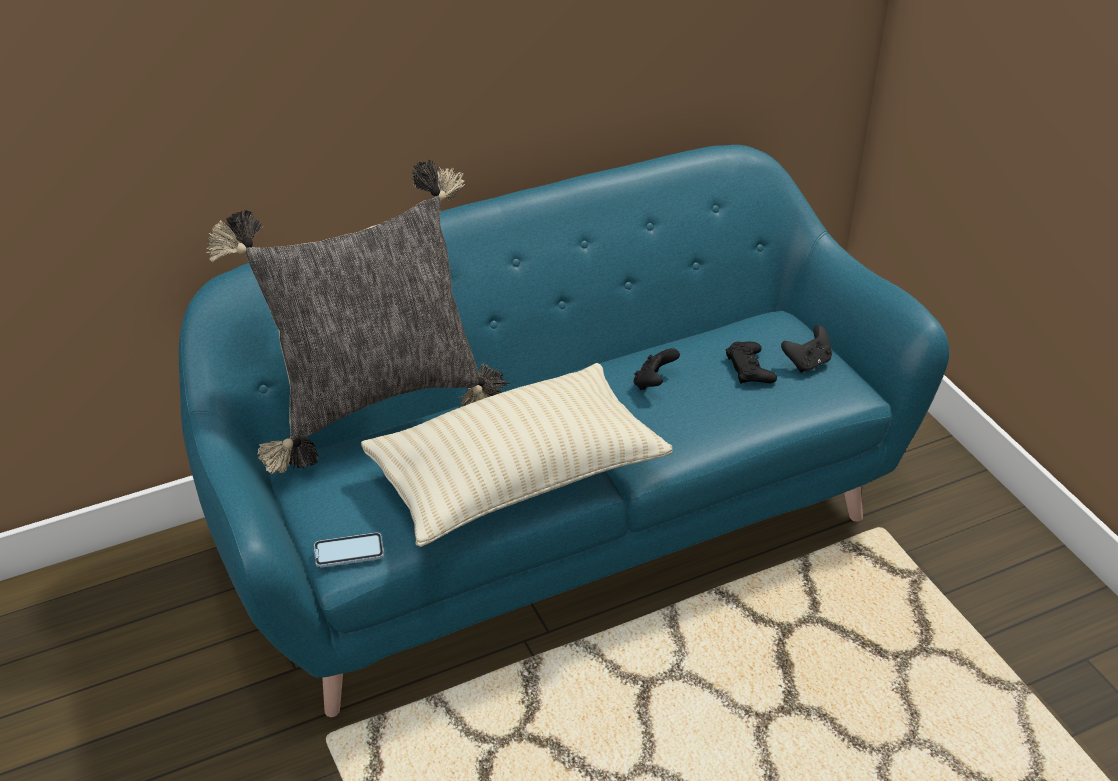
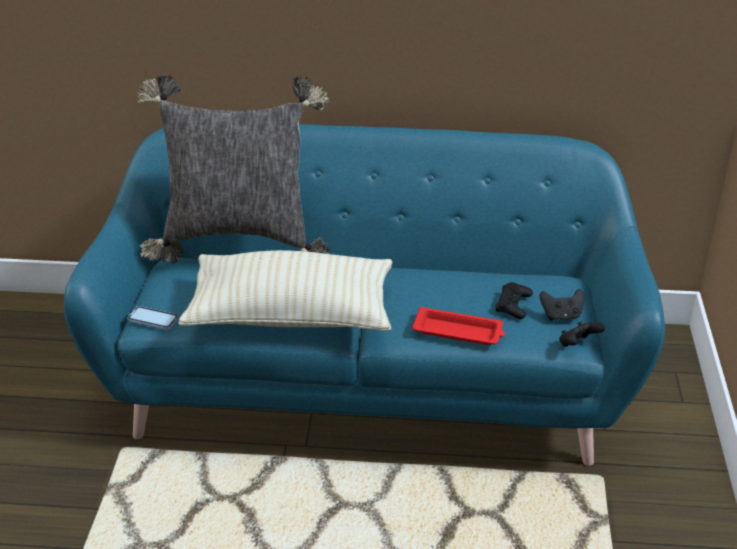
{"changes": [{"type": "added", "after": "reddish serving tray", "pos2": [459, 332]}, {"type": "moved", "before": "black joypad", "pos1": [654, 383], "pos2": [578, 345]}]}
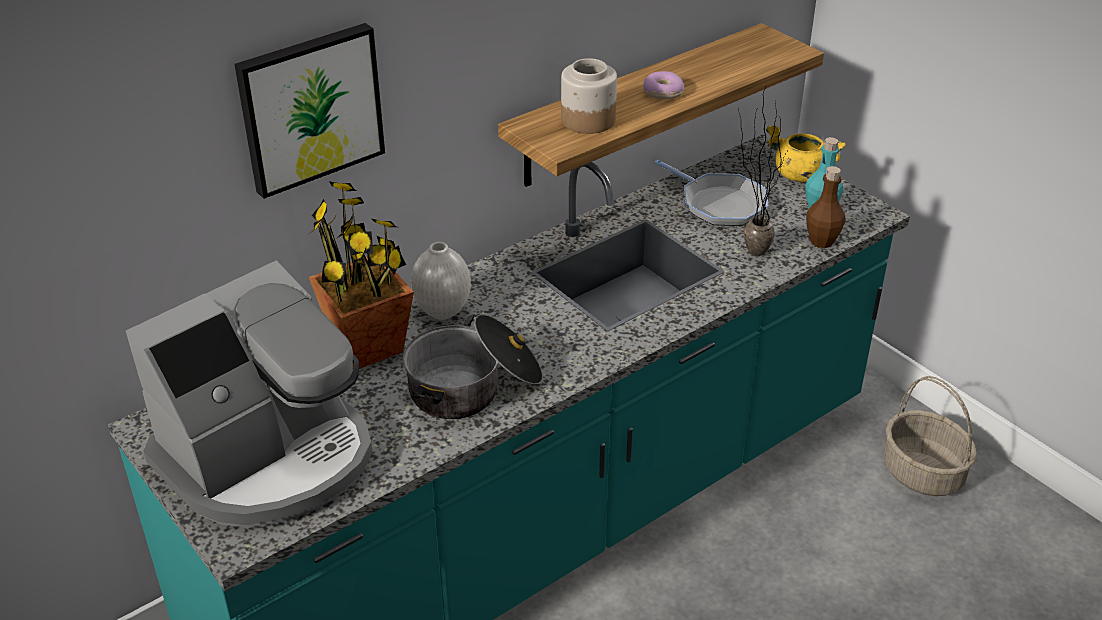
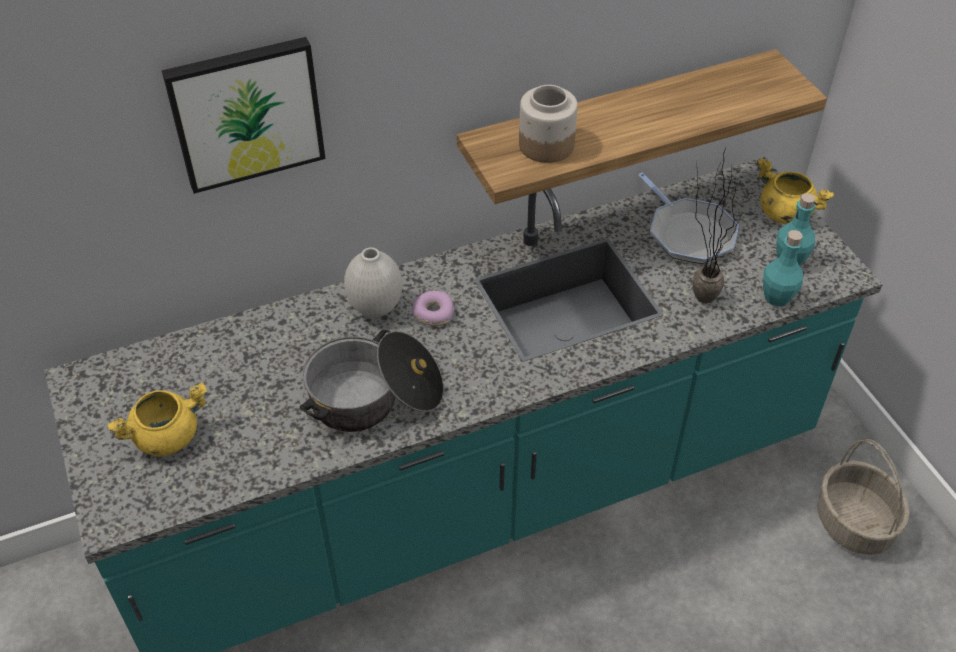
{"changes": [{"type": "removed", "before": "potted plant", "pos1": [369, 346]}, {"type": "moved", "before": "doughnut", "pos1": [662, 92], "pos2": [433, 313]}, {"type": "replaced", "before": "coffee machine", "after": "yellow stockpot", "pos1": [269, 458], "pos2": [167, 436]}, {"type": "recoloured", "before": "brownish beverage bottle", "after": "turquoise beverage bottle", "pos1": [821, 241], "pos2": [777, 297]}]}
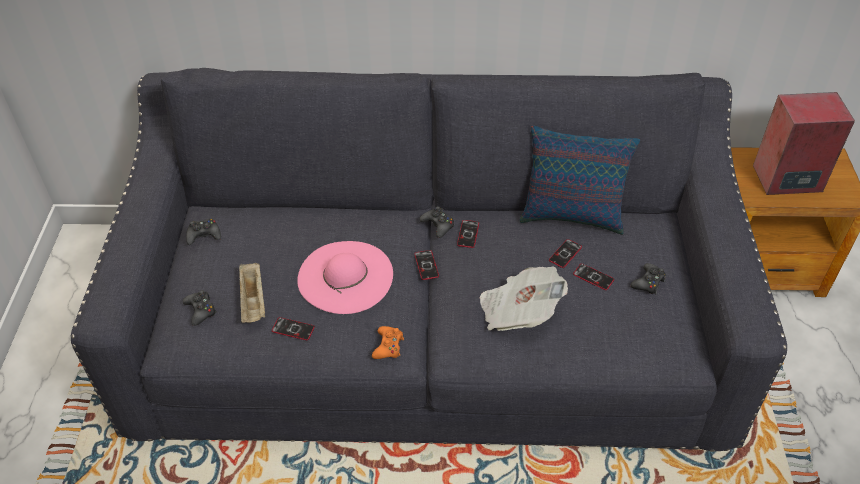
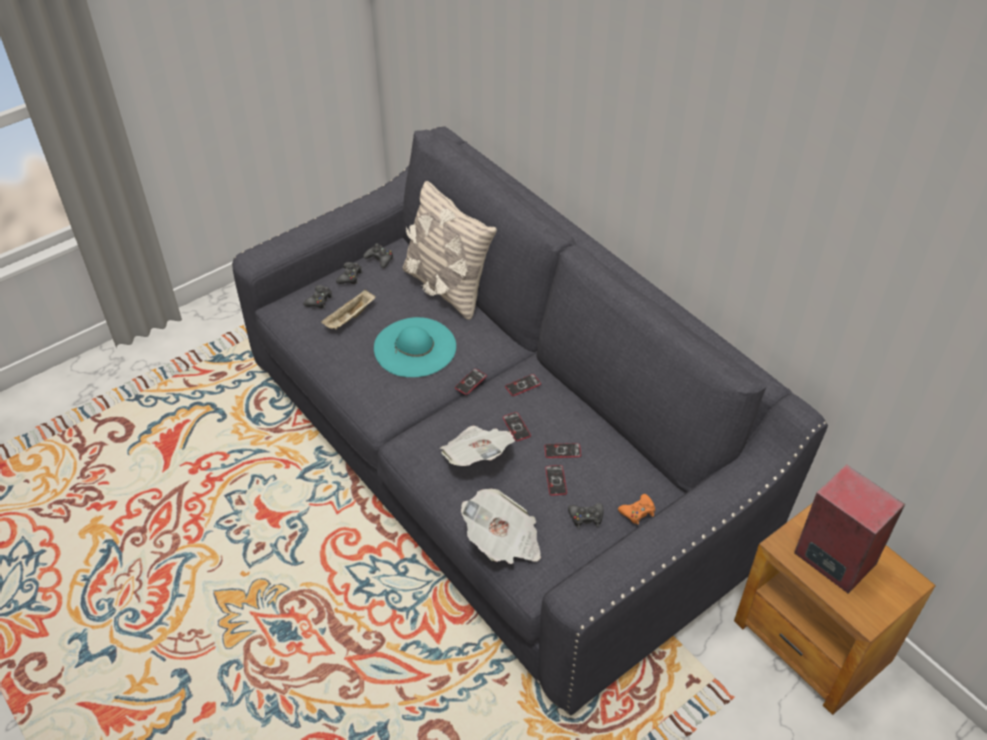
{"changes": [{"type": "removed", "before": "bluish pillow", "pos1": [572, 217]}, {"type": "added", "after": "beige pillow", "pos2": [446, 288]}, {"type": "added", "after": "printed paper", "pos2": [503, 541]}, {"type": "moved", "before": "telephone", "pos1": [293, 329], "pos2": [516, 427]}, {"type": "moved", "before": "orangey joypad", "pos1": [388, 346], "pos2": [638, 512]}, {"type": "moved", "before": "black joypad", "pos1": [438, 225], "pos2": [350, 277]}, {"type": "recoloured", "before": "pink wearable hat", "after": "turquoise wearable hat", "pos1": [345, 276], "pos2": [415, 347]}]}
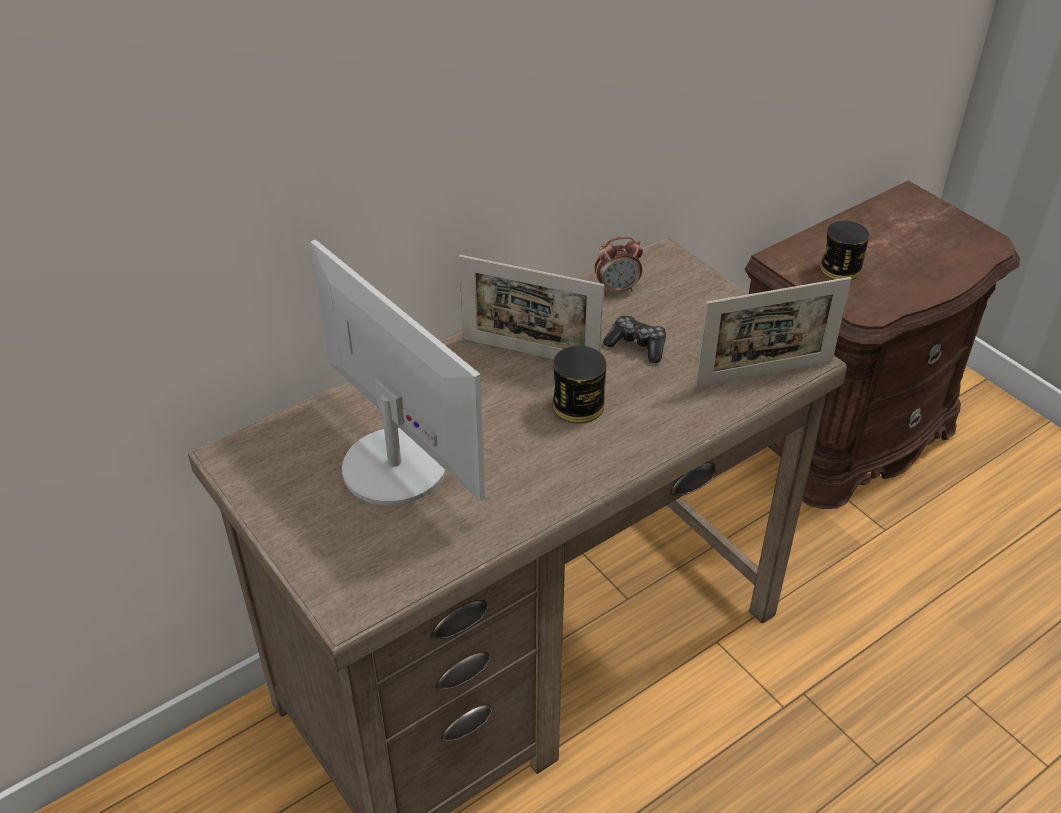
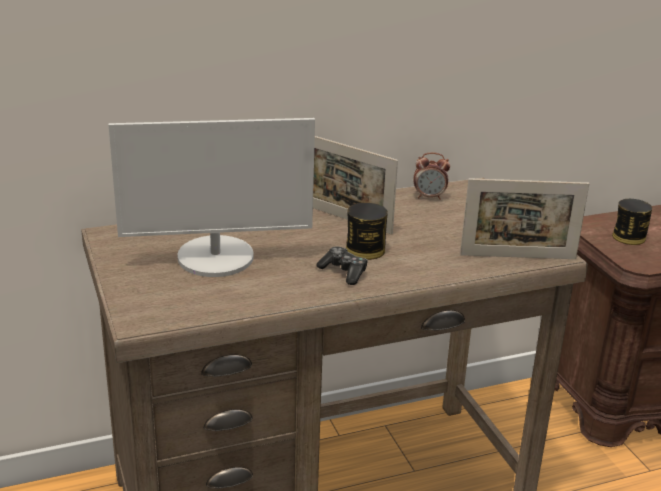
{"changes": [{"type": "moved", "before": "joypad", "pos1": [637, 345], "pos2": [344, 272]}, {"type": "turned", "before": "computer screen", "pos1": [396, 465], "pos2": [216, 258], "turn": 105}]}
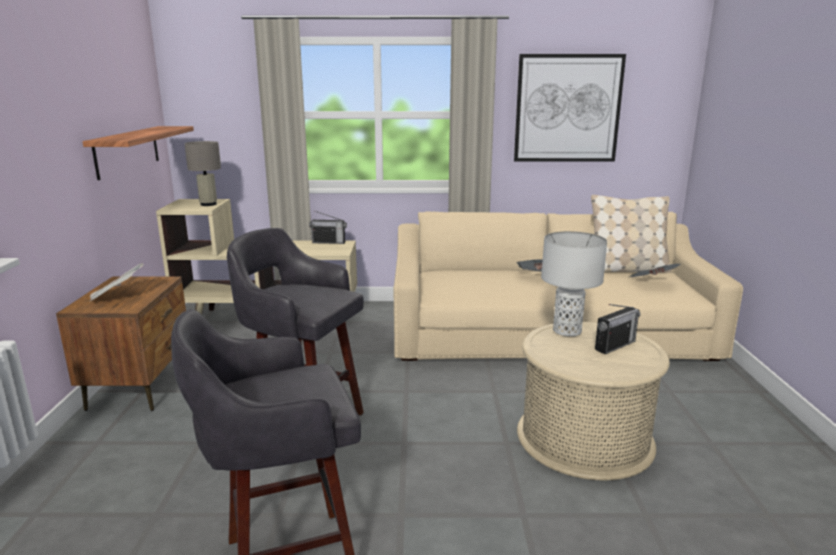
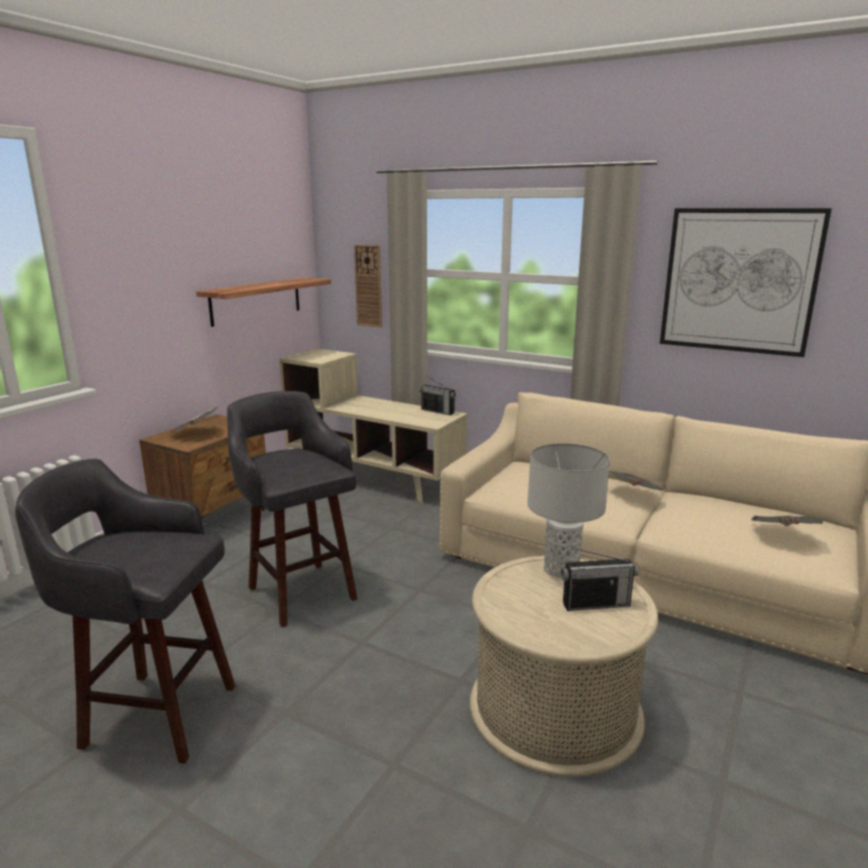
{"changes": [{"type": "removed", "before": "grey tabletop lamp", "pos1": [208, 204]}, {"type": "removed", "before": "beige pillow", "pos1": [627, 269]}, {"type": "added", "after": "clock on the wall", "pos2": [368, 286]}]}
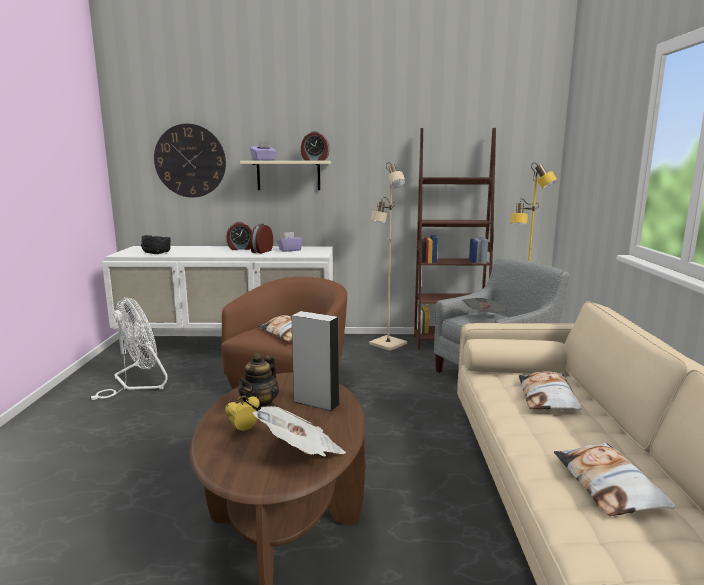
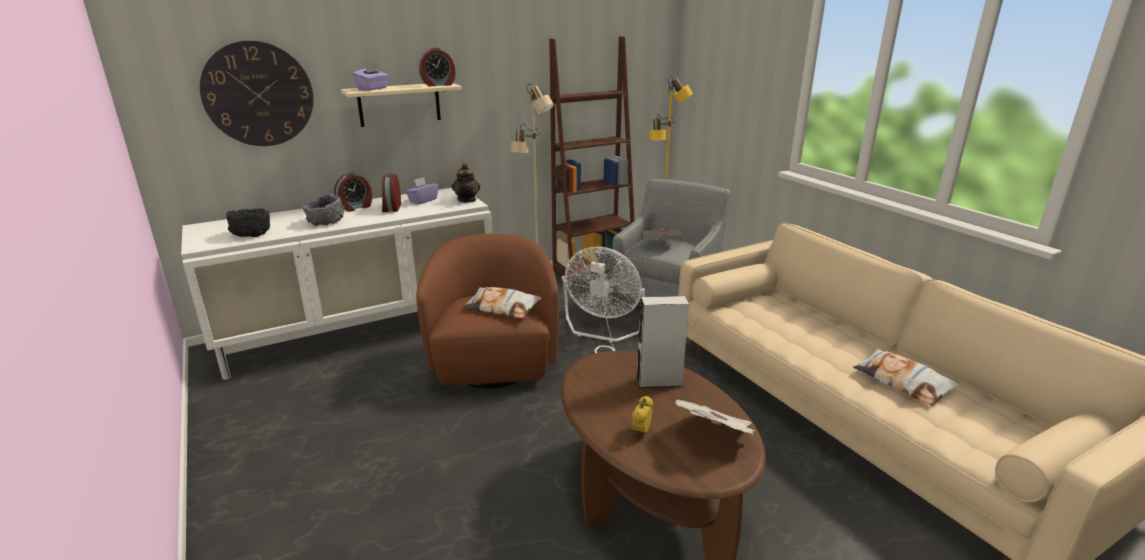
{"changes": [{"type": "removed", "before": "pillow", "pos1": [547, 397]}, {"type": "added", "after": "grey bowl", "pos2": [326, 222]}, {"type": "moved", "before": "whitish cooling fan", "pos1": [133, 381], "pos2": [601, 333]}, {"type": "moved", "before": "pot for tea", "pos1": [260, 407], "pos2": [467, 200]}]}
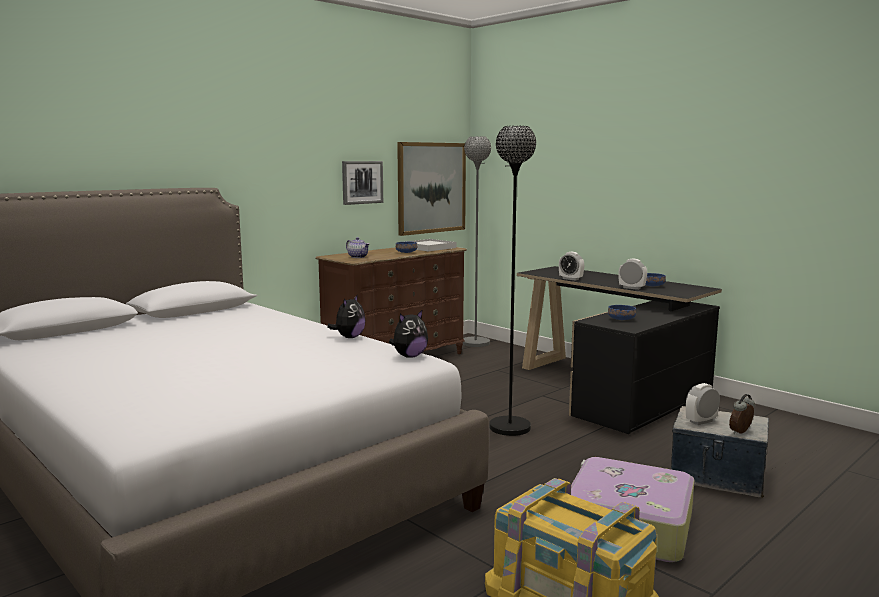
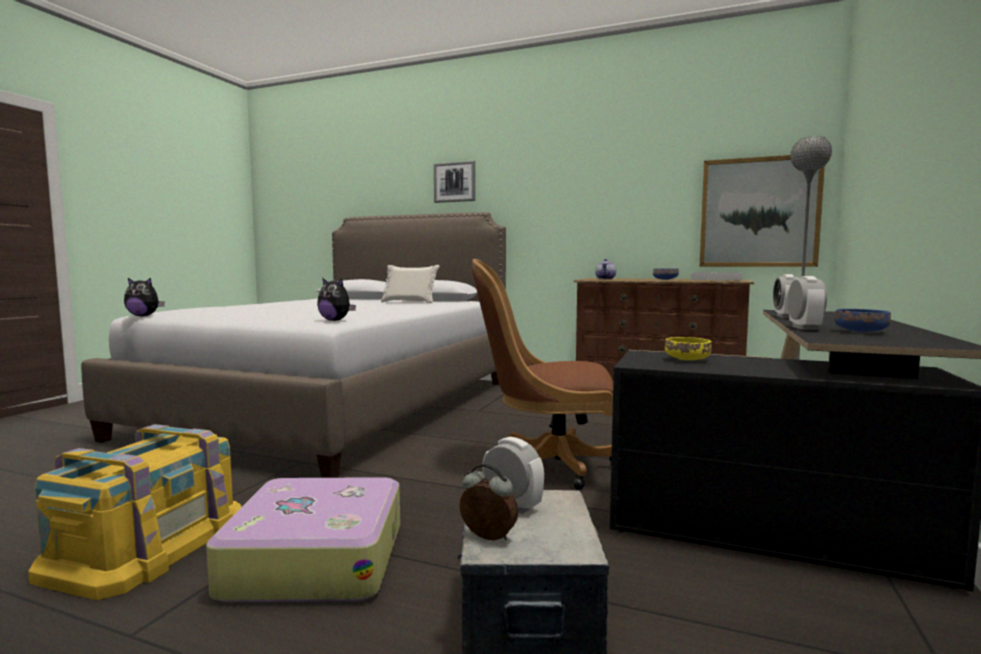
{"changes": [{"type": "added", "after": "whitish pillow", "pos2": [409, 302]}, {"type": "moved", "before": "cuddly toy", "pos1": [349, 337], "pos2": [143, 316]}, {"type": "moved", "before": "picture", "pos1": [362, 182], "pos2": [454, 182]}, {"type": "replaced", "before": "black standard lamp", "after": "brownish desk chair", "pos1": [509, 427], "pos2": [546, 466]}, {"type": "recoloured", "before": "bluish bowl", "after": "yellow bowl", "pos1": [621, 319], "pos2": [688, 360]}]}
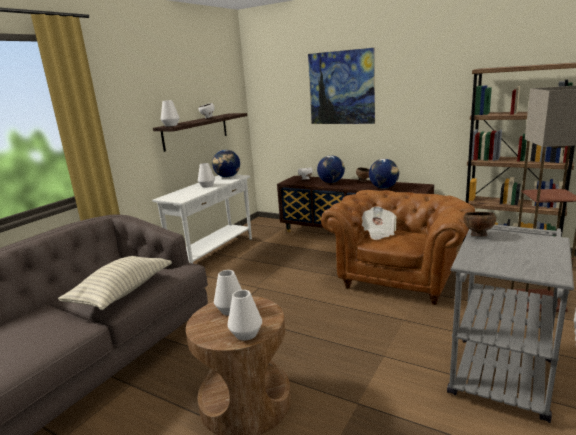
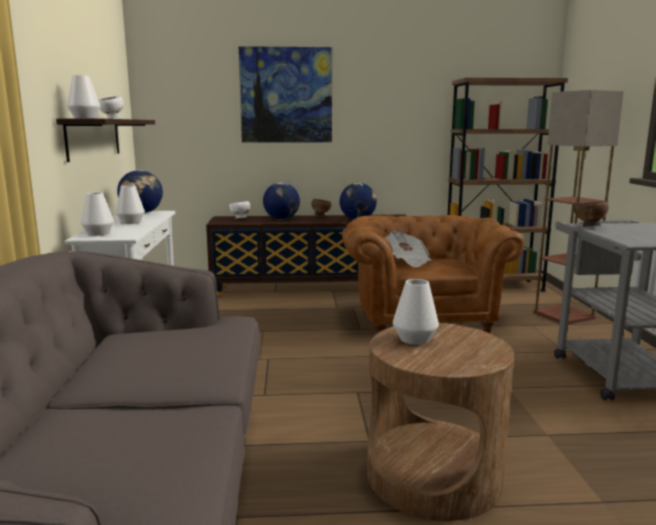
{"changes": [{"type": "removed", "before": "pillow", "pos1": [122, 292]}, {"type": "moved", "before": "whitish flower vase", "pos1": [246, 334], "pos2": [98, 233]}]}
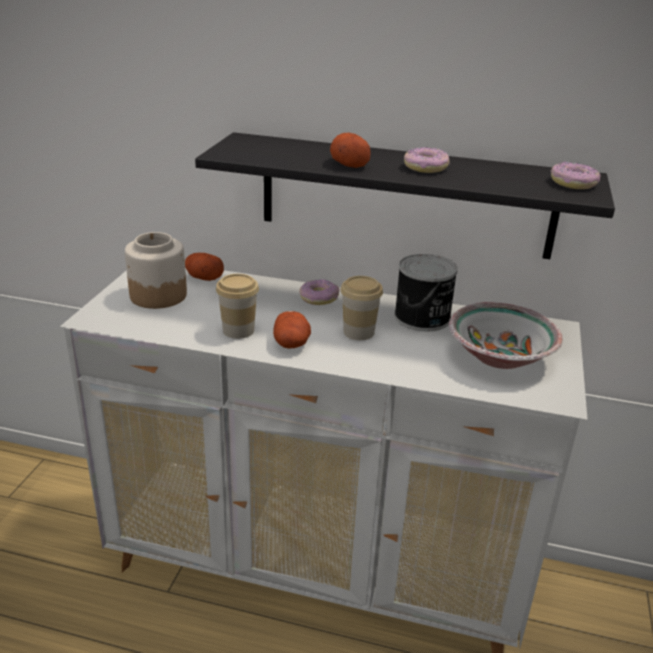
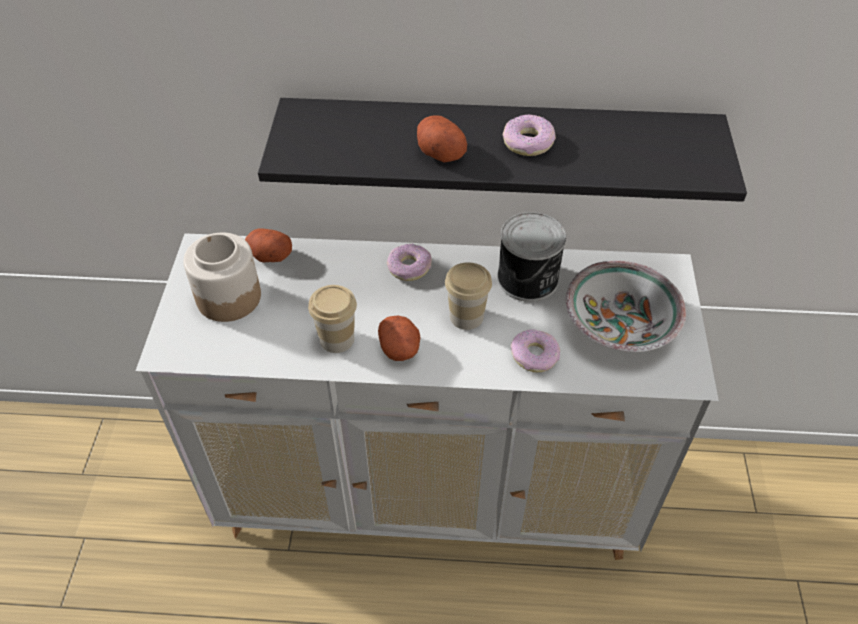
{"changes": [{"type": "moved", "before": "doughnut", "pos1": [573, 183], "pos2": [534, 355]}]}
